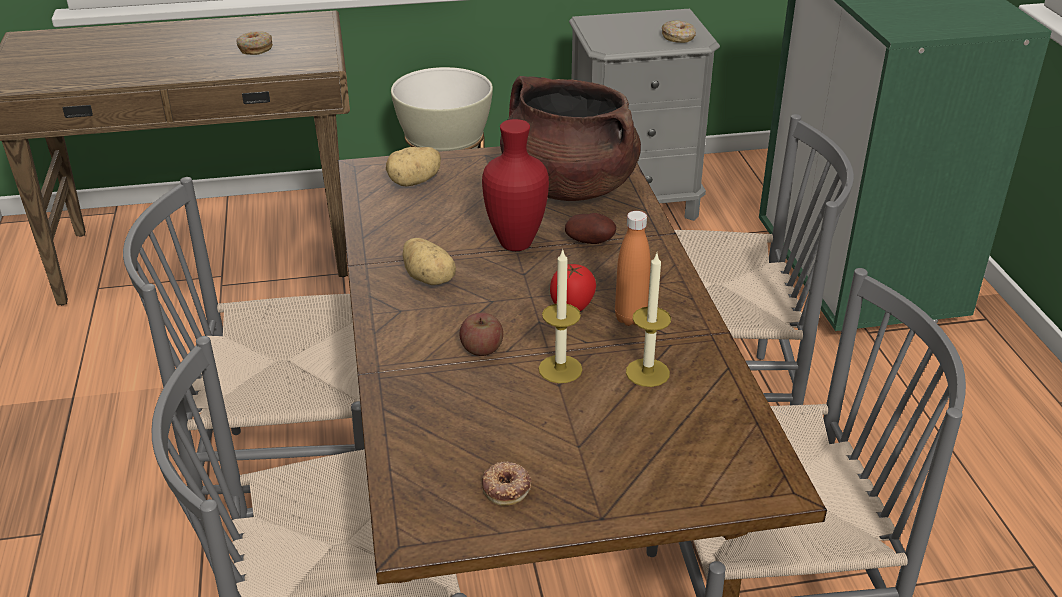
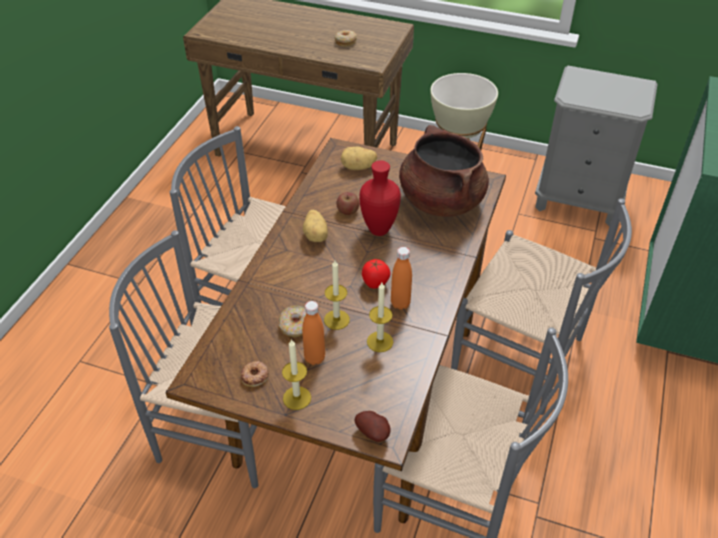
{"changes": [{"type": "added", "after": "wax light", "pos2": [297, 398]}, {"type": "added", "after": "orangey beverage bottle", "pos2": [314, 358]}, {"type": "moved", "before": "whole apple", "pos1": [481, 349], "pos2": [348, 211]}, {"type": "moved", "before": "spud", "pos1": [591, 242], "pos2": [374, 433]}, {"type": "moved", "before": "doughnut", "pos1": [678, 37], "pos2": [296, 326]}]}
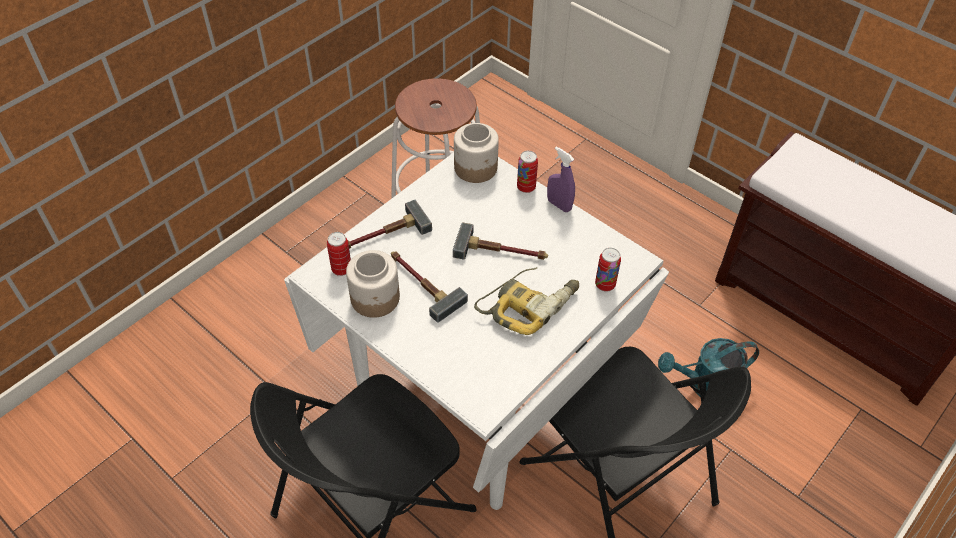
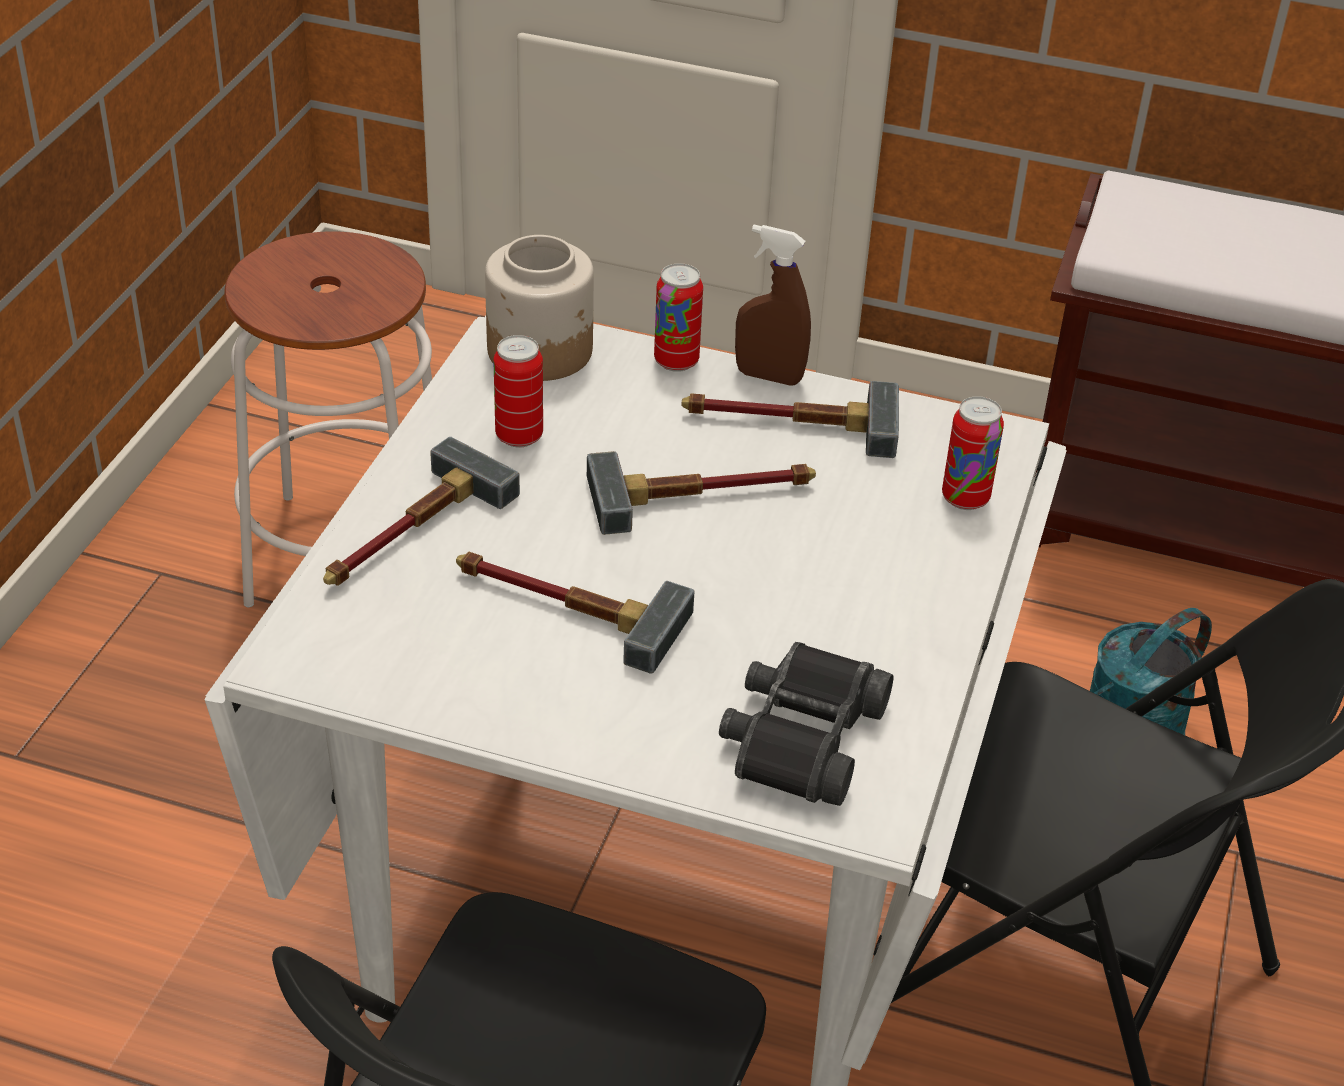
{"changes": [{"type": "removed", "before": "jar", "pos1": [375, 298]}, {"type": "removed", "before": "electric drill", "pos1": [528, 303]}, {"type": "added", "after": "hammer", "pos2": [788, 423]}, {"type": "added", "after": "black pair of binoculars", "pos2": [800, 737]}, {"type": "moved", "before": "can", "pos1": [341, 269], "pos2": [519, 436]}, {"type": "recoloured", "before": "purple-coloured sprayer", "after": "brownish sprayer", "pos1": [559, 205], "pos2": [769, 376]}]}
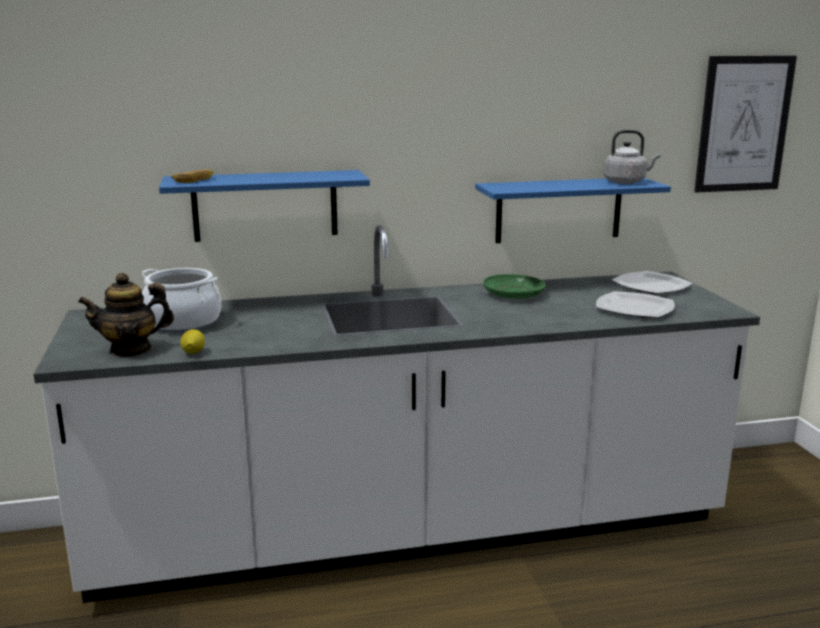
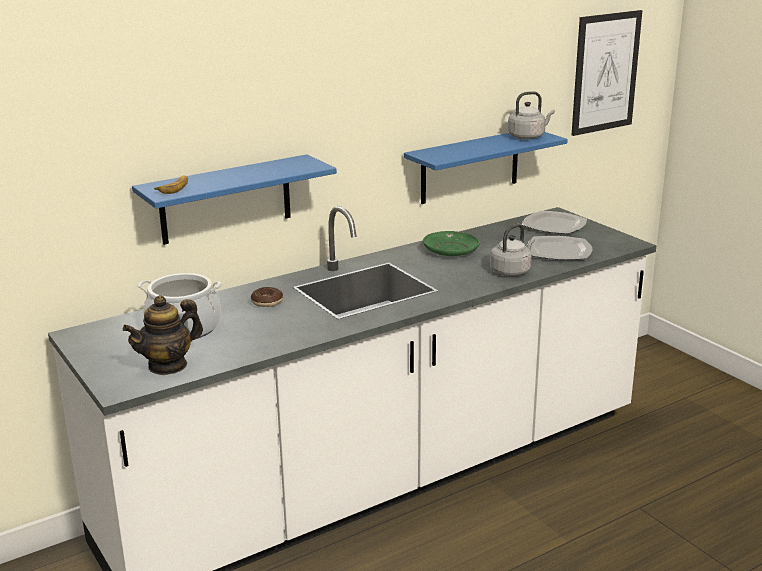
{"changes": [{"type": "removed", "before": "lemon", "pos1": [193, 353]}, {"type": "added", "after": "doughnut", "pos2": [267, 302]}, {"type": "added", "after": "grey tea kettle", "pos2": [512, 271]}]}
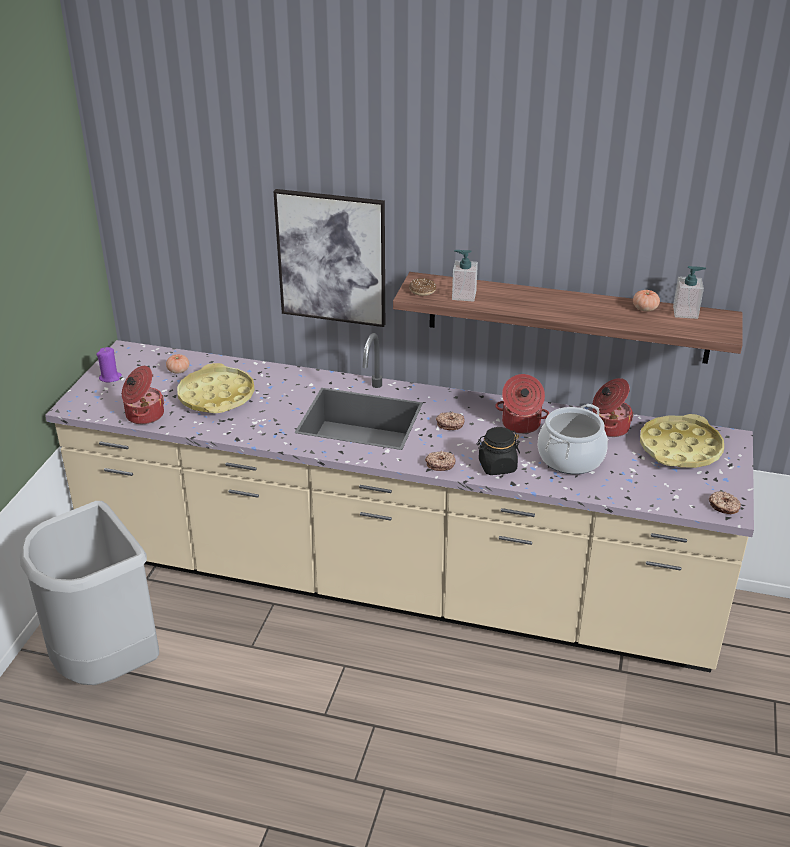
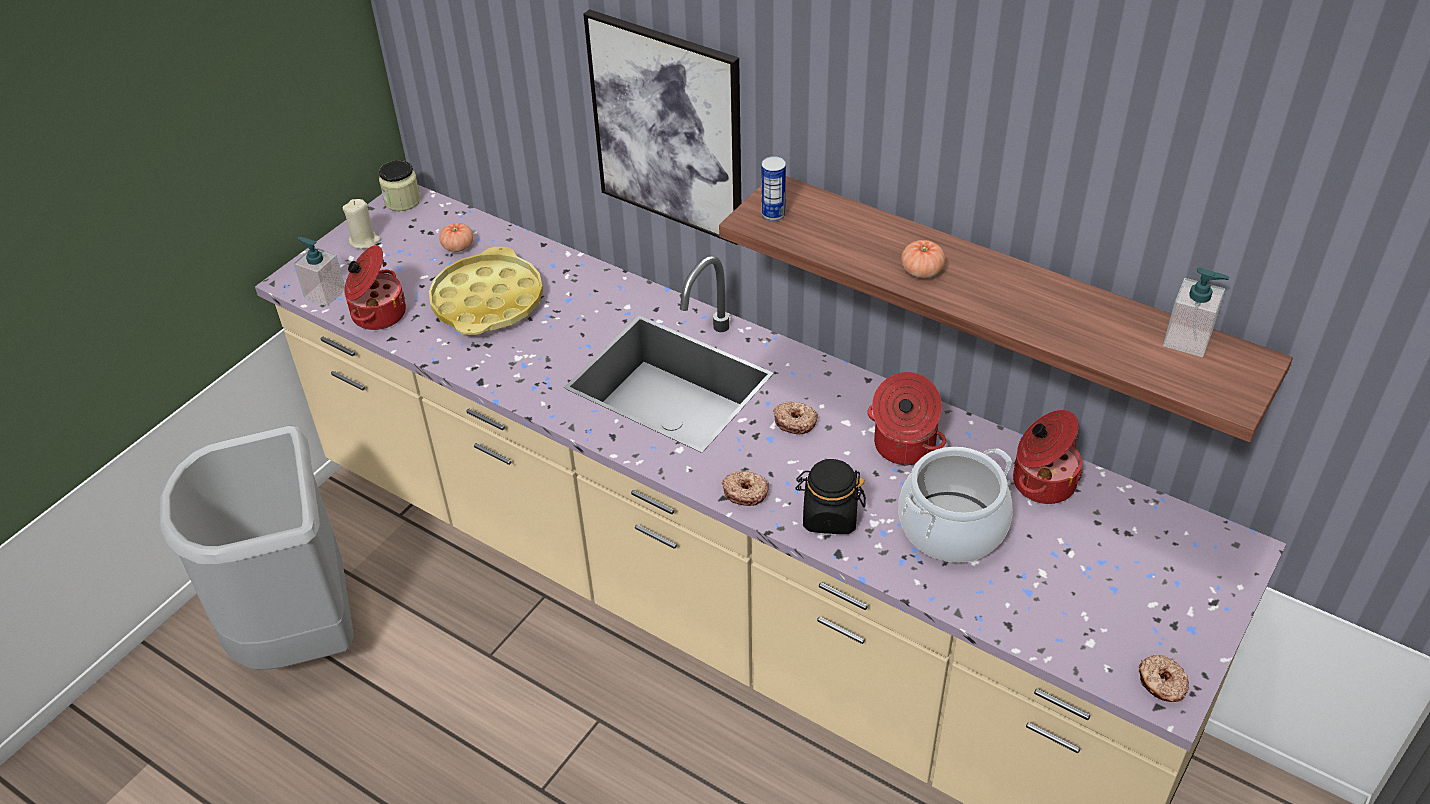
{"changes": [{"type": "removed", "before": "yellow serving tray", "pos1": [680, 448]}, {"type": "added", "after": "jar", "pos2": [402, 201]}, {"type": "moved", "before": "liquid soap bottle", "pos1": [463, 295], "pos2": [325, 293]}, {"type": "moved", "before": "tomato", "pos1": [645, 309], "pos2": [922, 271]}, {"type": "replaced", "before": "doughnut", "after": "can", "pos1": [422, 291], "pos2": [773, 214]}, {"type": "recoloured", "before": "purple-coloured wax light", "after": "beige wax light", "pos1": [110, 377], "pos2": [364, 241]}]}
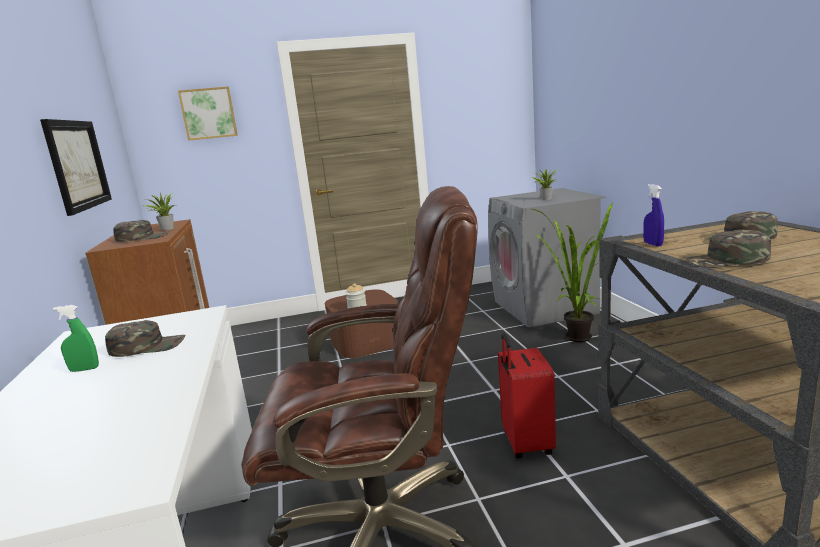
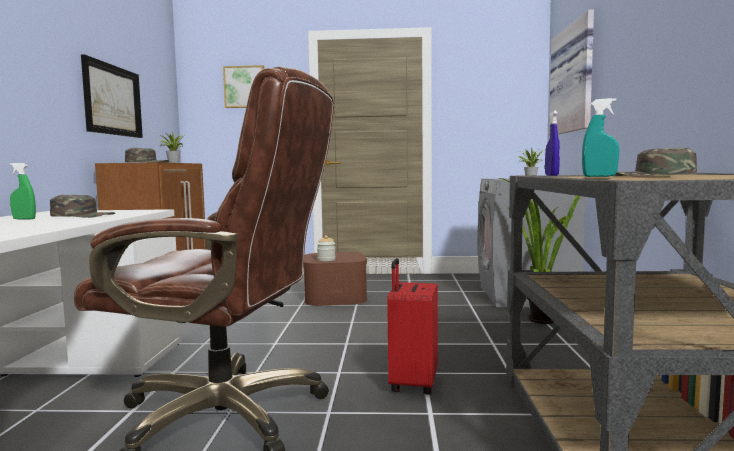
{"changes": [{"type": "added", "after": "picture", "pos2": [575, 79]}, {"type": "replaced", "before": "greenish cap", "after": "turquoise sprayer", "pos1": [726, 260], "pos2": [599, 176]}]}
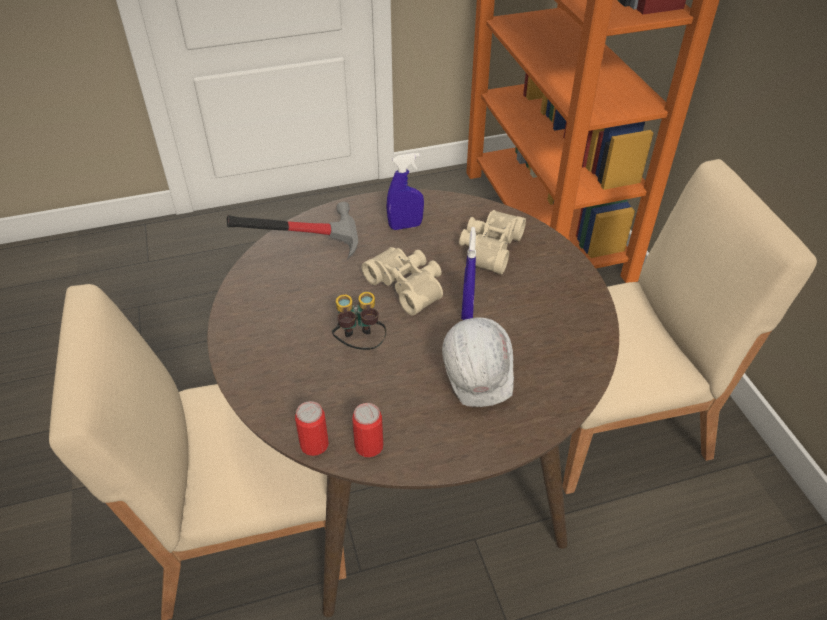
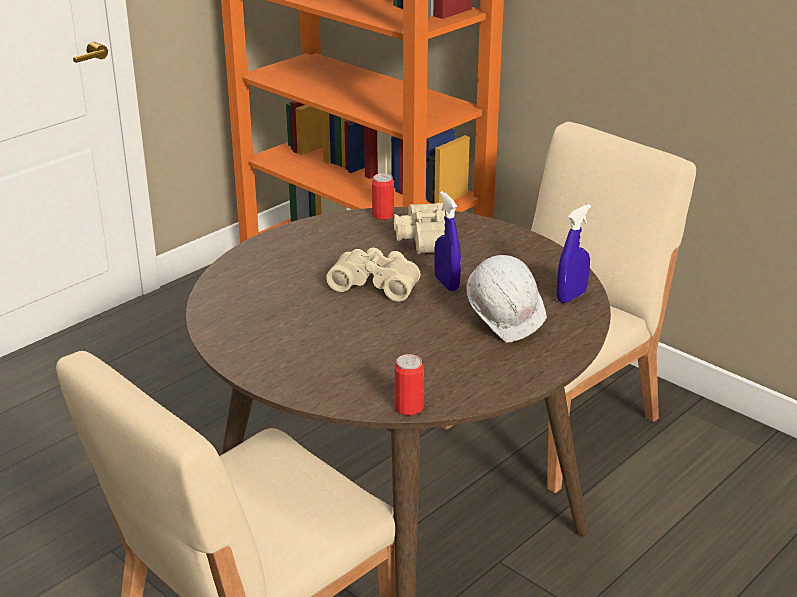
{"changes": [{"type": "removed", "before": "hammer", "pos1": [305, 244]}, {"type": "removed", "before": "pair of binoculars", "pos1": [359, 344]}, {"type": "moved", "before": "can", "pos1": [369, 446], "pos2": [383, 215]}, {"type": "moved", "before": "bluish sprayer", "pos1": [405, 226], "pos2": [571, 297]}]}
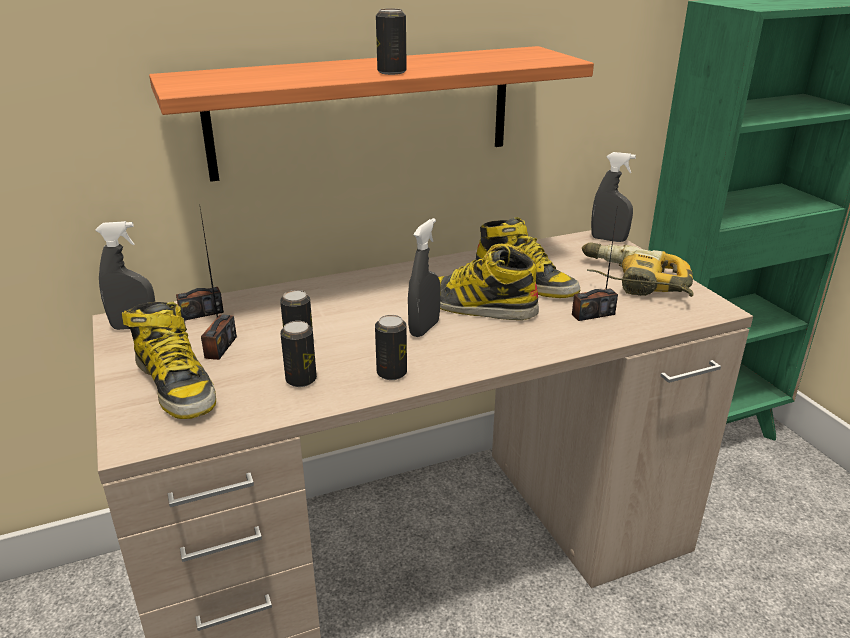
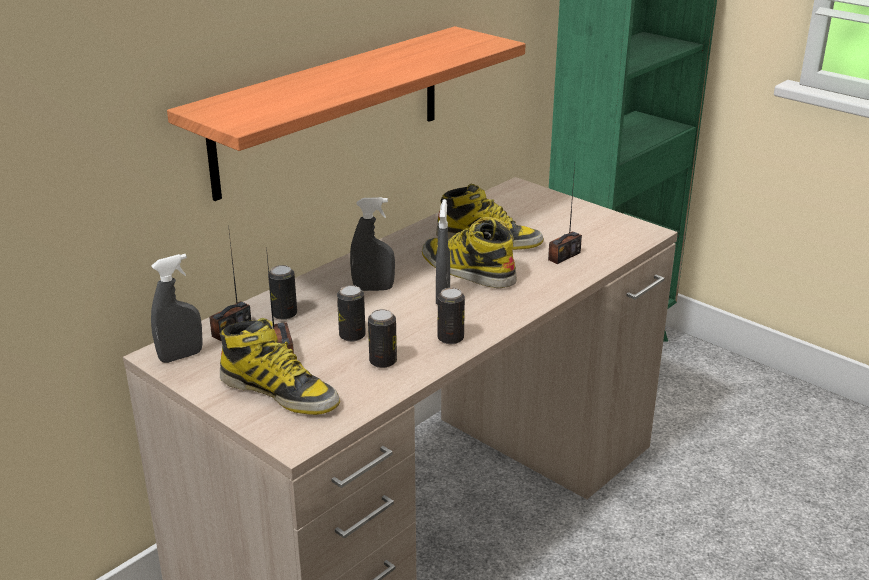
{"changes": [{"type": "removed", "before": "electric drill", "pos1": [632, 282]}, {"type": "moved", "before": "can", "pos1": [391, 72], "pos2": [284, 314]}, {"type": "moved", "before": "grey sprayer", "pos1": [608, 239], "pos2": [373, 289]}, {"type": "turned", "before": "boot", "pos1": [475, 306], "pos2": [467, 269], "turn": 45}]}
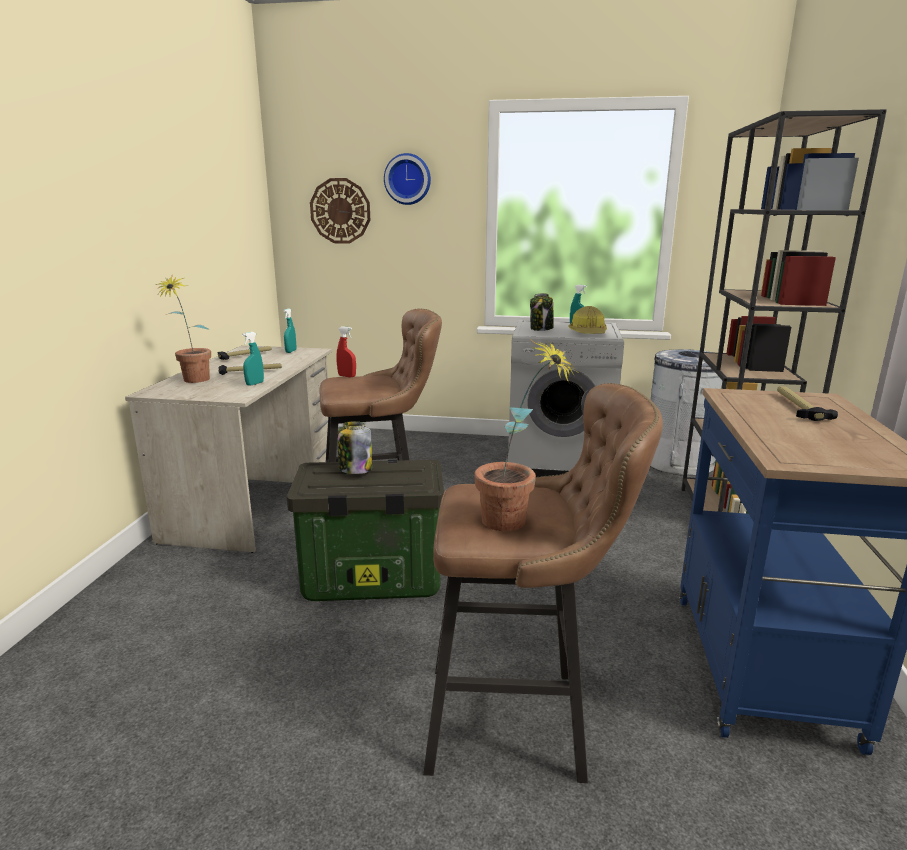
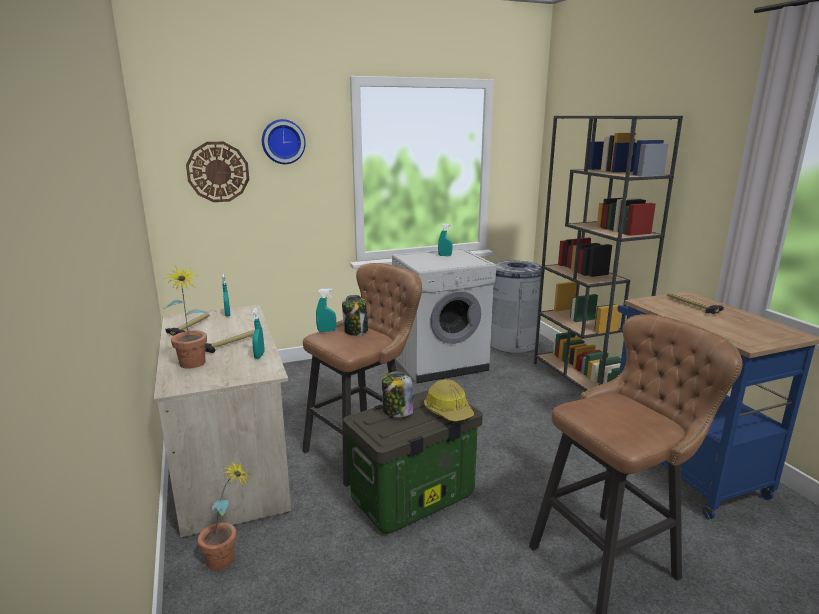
{"changes": [{"type": "moved", "before": "potted plant", "pos1": [516, 524], "pos2": [229, 560]}, {"type": "moved", "before": "jar", "pos1": [541, 328], "pos2": [356, 331]}, {"type": "moved", "before": "hard hat", "pos1": [588, 333], "pos2": [448, 411]}, {"type": "recoloured", "before": "reddish sprayer", "after": "turquoise sprayer", "pos1": [347, 376], "pos2": [326, 331]}]}
